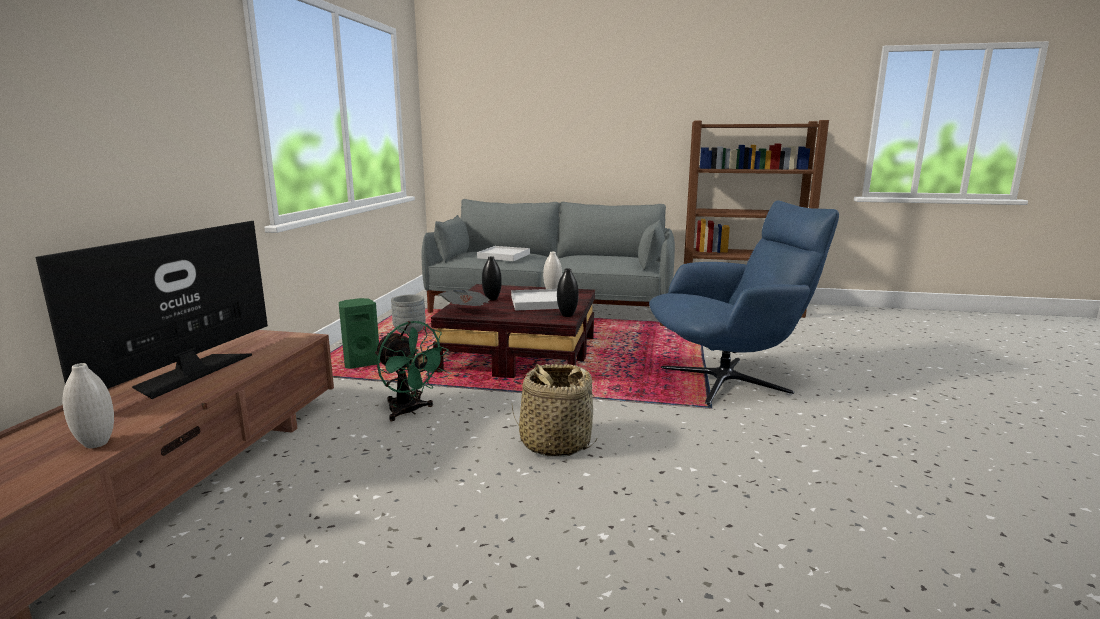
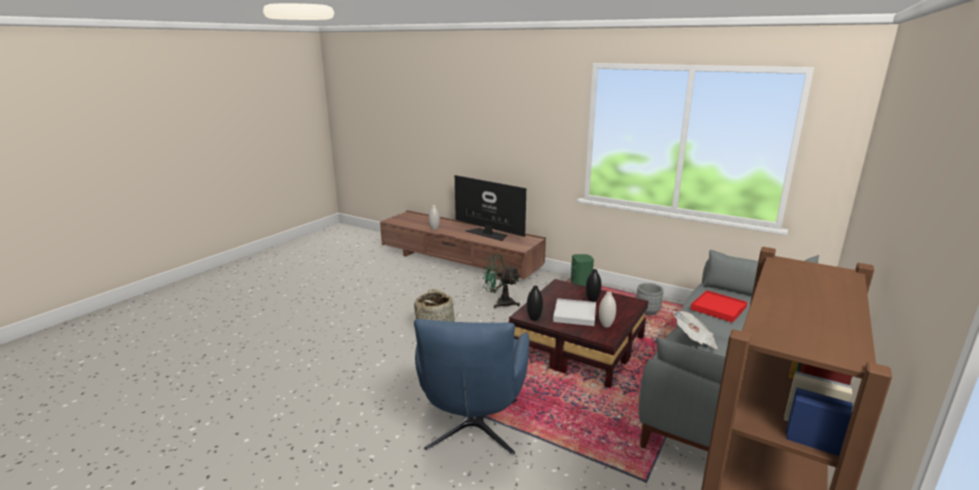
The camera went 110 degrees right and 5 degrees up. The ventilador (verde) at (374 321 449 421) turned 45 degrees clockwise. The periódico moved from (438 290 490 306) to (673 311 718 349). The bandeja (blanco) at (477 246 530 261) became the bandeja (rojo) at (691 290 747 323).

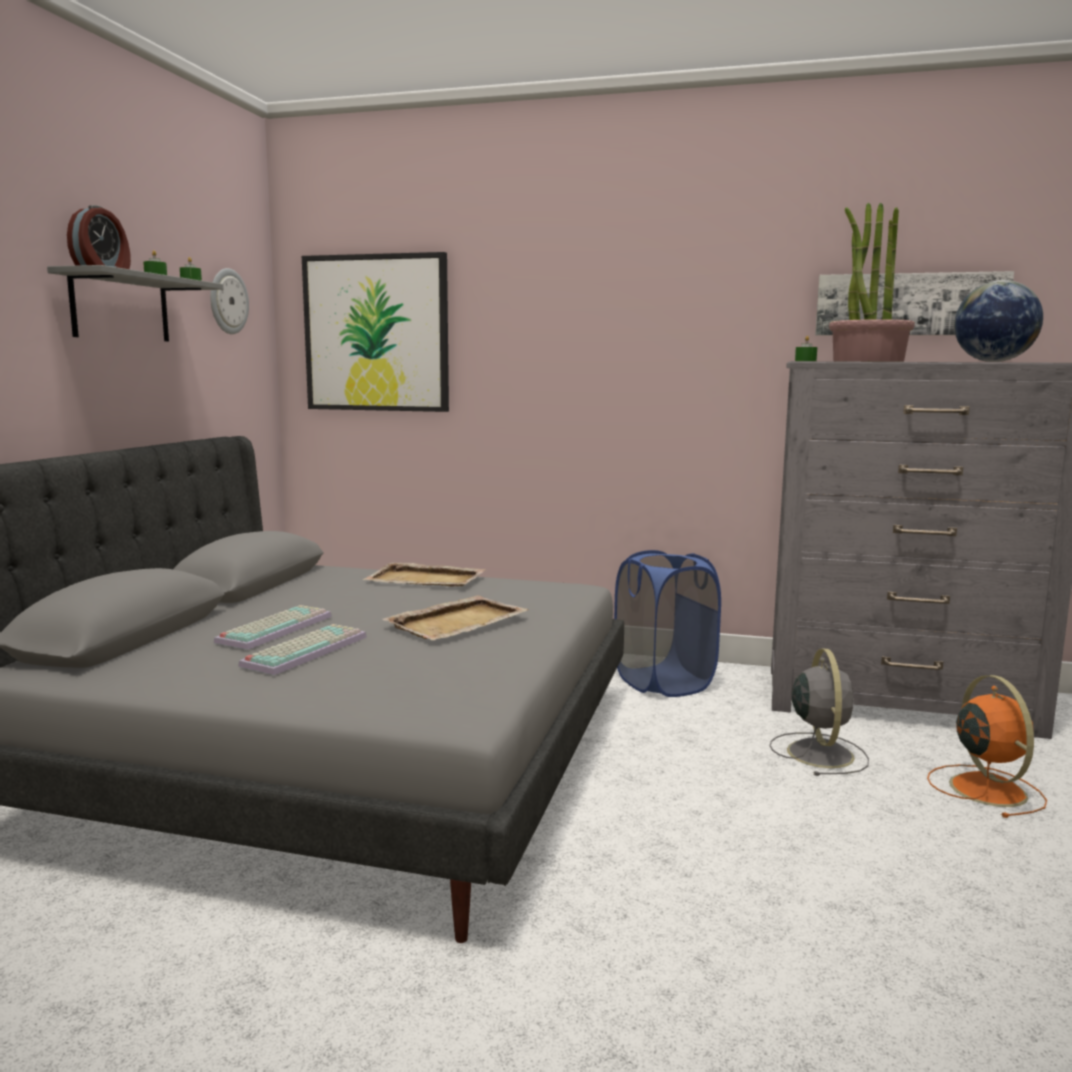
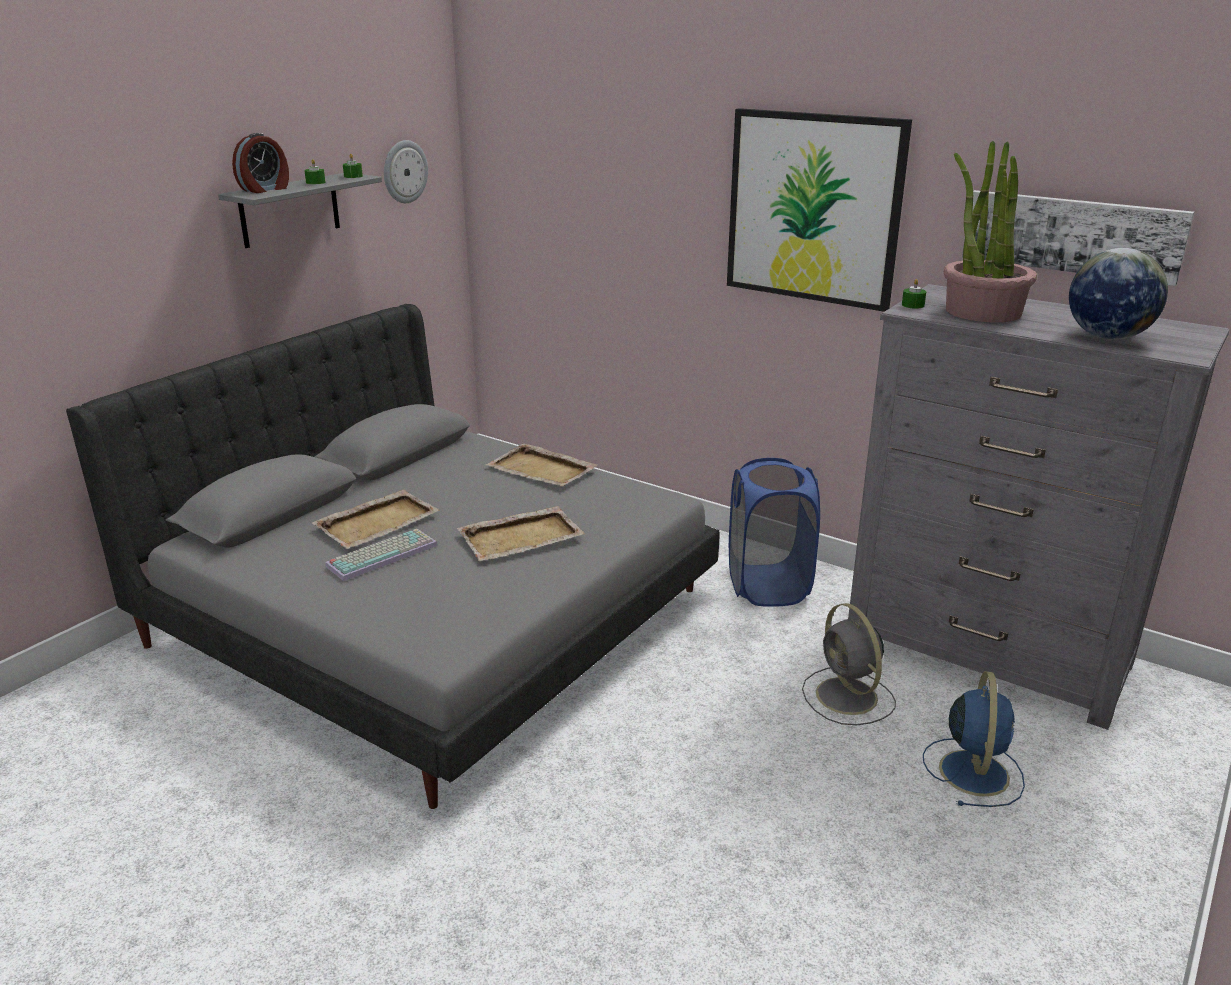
The camera went 20 degrees right and 15 degrees up. The teclado at (214 605 332 650) was replaced by the bandeja (beis) at (312 489 440 549). The cuadro moved from (302 252 449 412) to (727 108 912 312). The ventilador (gris) at (770 649 869 776) turned 135 degrees clockwise. The ventilador (naranja) at (927 675 1047 818) became the ventilador (azul) at (923 671 1025 807).

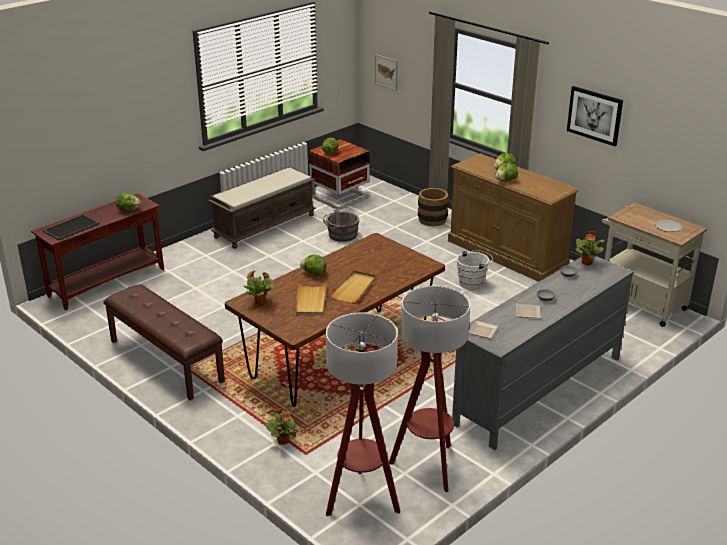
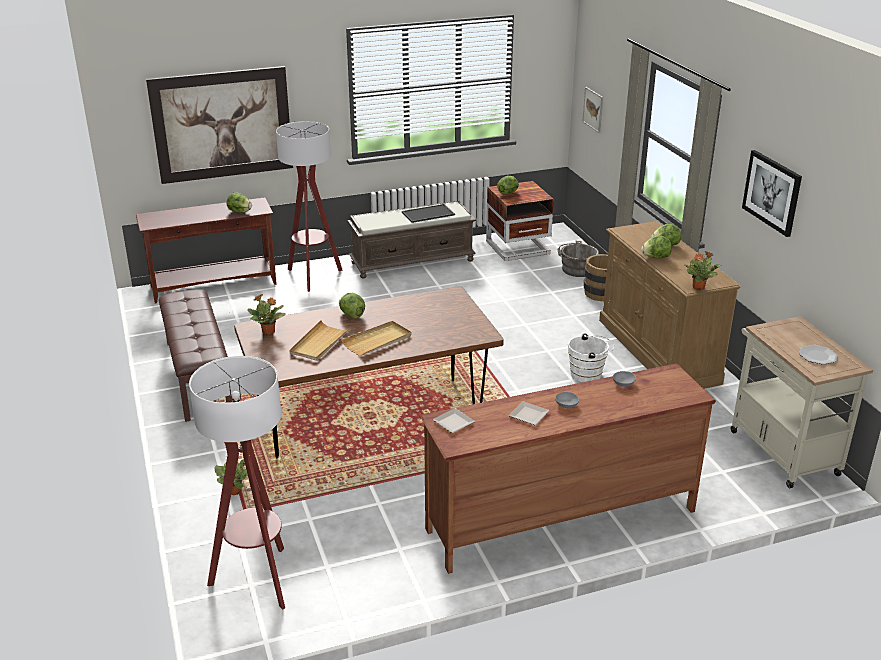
The camera went 25 degrees right and 0 degrees up. The bandeja moved from (43 214 99 240) to (402 204 455 223). The cubo (gris) moved from (323 209 359 242) to (557 241 599 277). The lámpara de pie moved from (389 286 470 492) to (276 121 343 292). The cómoda (gris) at (452 256 634 450) became the cómoda (marrón) at (419 363 716 574). The planta en maceta moved from (575 231 605 265) to (684 251 721 290). The cuadro at (146 66 293 184) appeared.

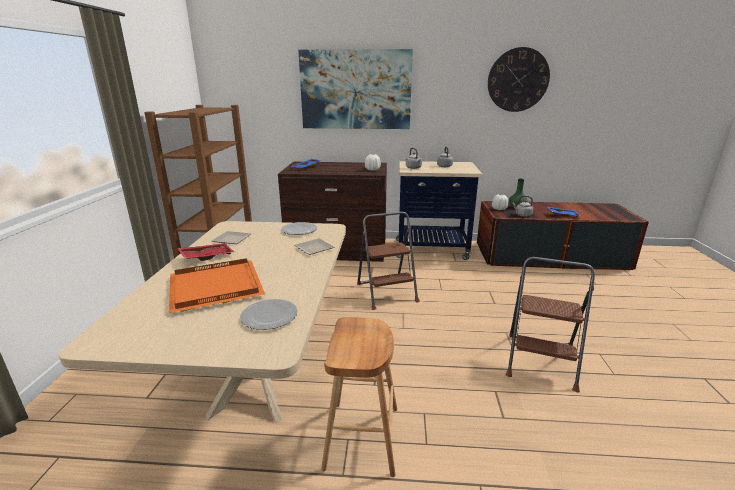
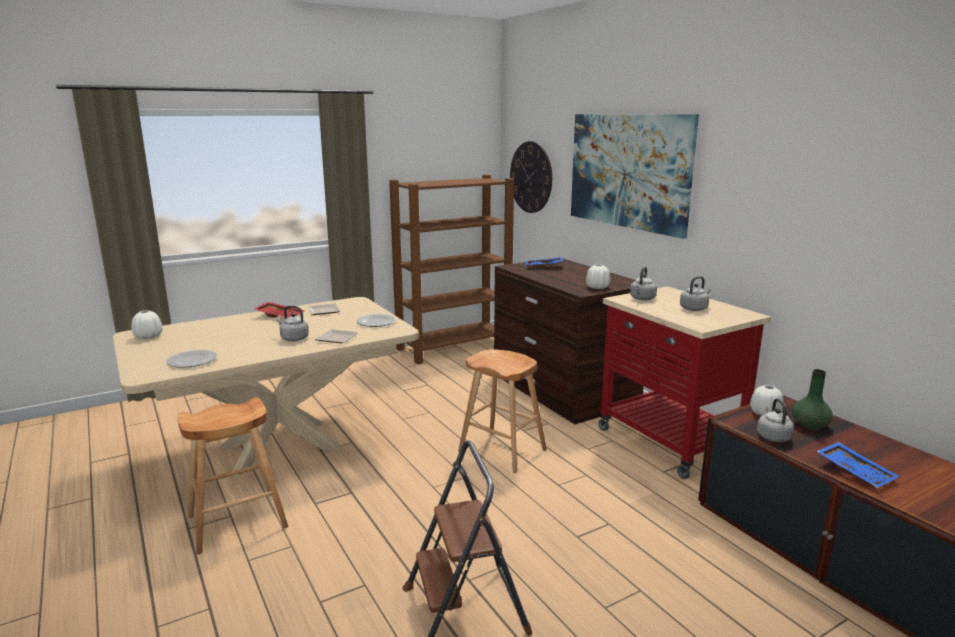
The camera went 55 degrees right and 5 degrees down. The bandeja (naranja) at (169 258 265 313) disappeared. The escalera de tijera (marrón) at (357 212 420 310) was replaced by the taburete (marrón) at (458 349 547 473). The carrito (azul) at (396 161 482 260) became the carrito (rojo) at (599 286 771 479). The reloj de pared moved from (488 47 550 112) to (510 141 552 213). The florero (blanco) at (132 310 163 339) appeared. The hervidor (gris) at (276 306 309 341) appeared.

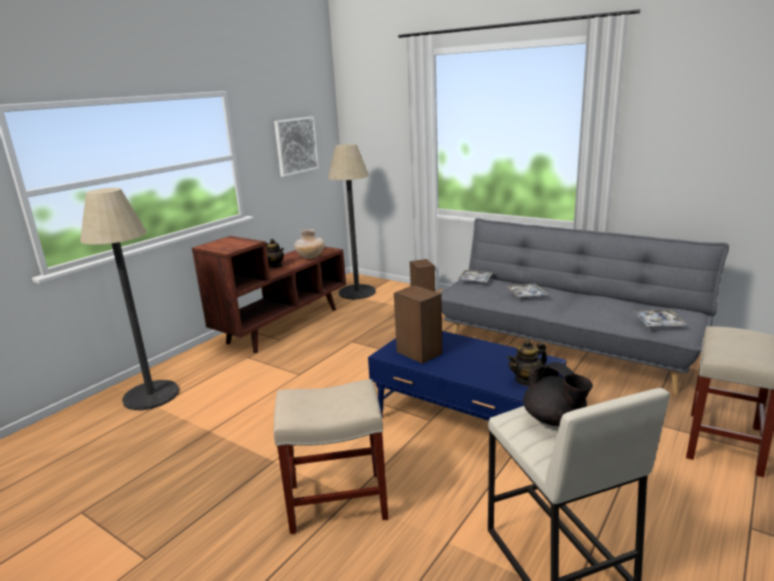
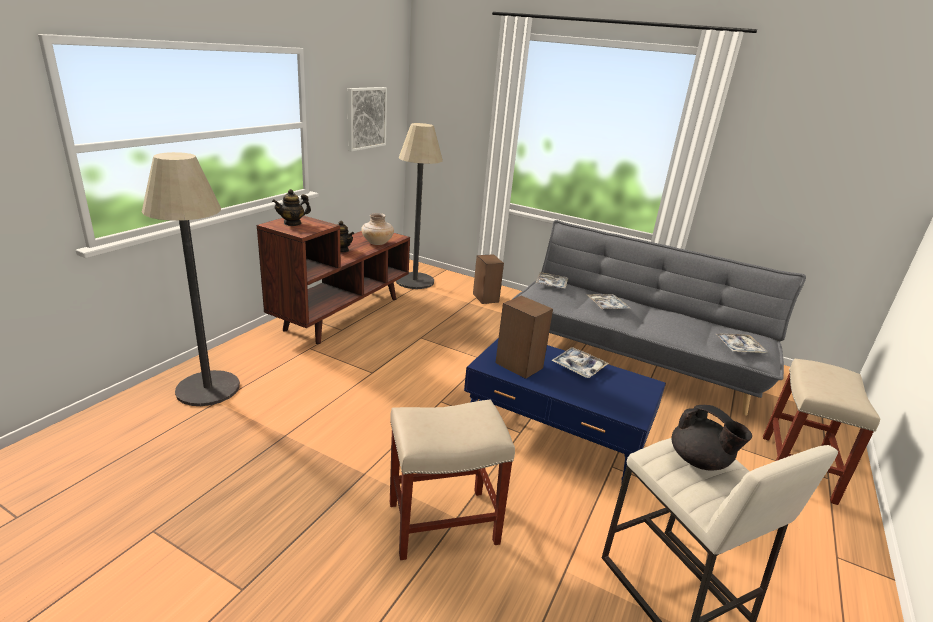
The camera went 10 degrees left and 5 degrees up. The tetera moved from (507 340 547 386) to (272 189 311 226). The bandeja at (551 347 609 378) appeared.

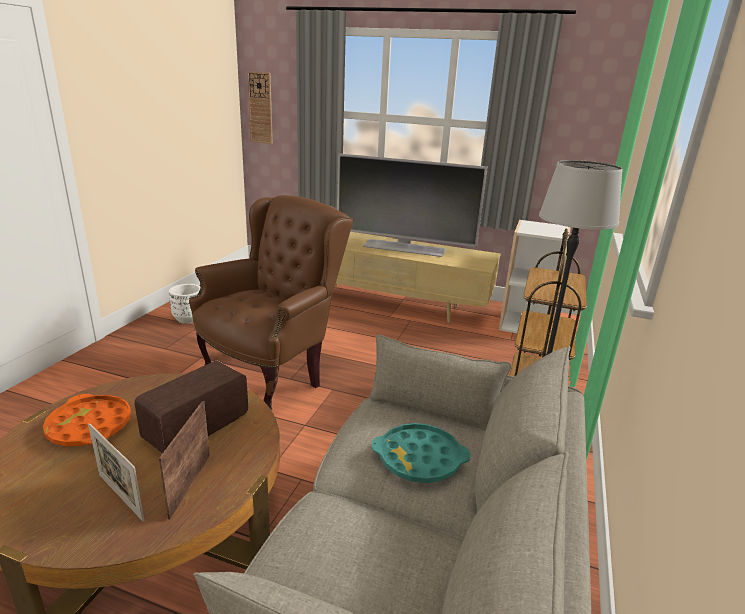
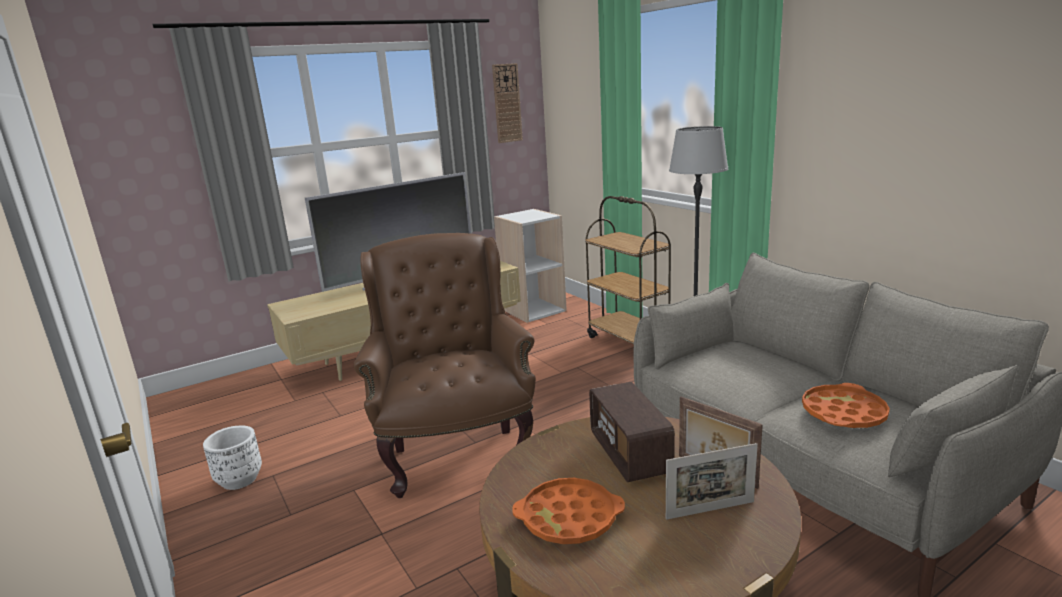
The camera went 50 degrees left and 5 degrees down. The reloj de pared moved from (247 71 273 144) to (492 63 523 143). The bandeja (turquesa) at (372 423 470 483) disappeared. The bandeja (naranja) at (802 383 890 428) appeared.

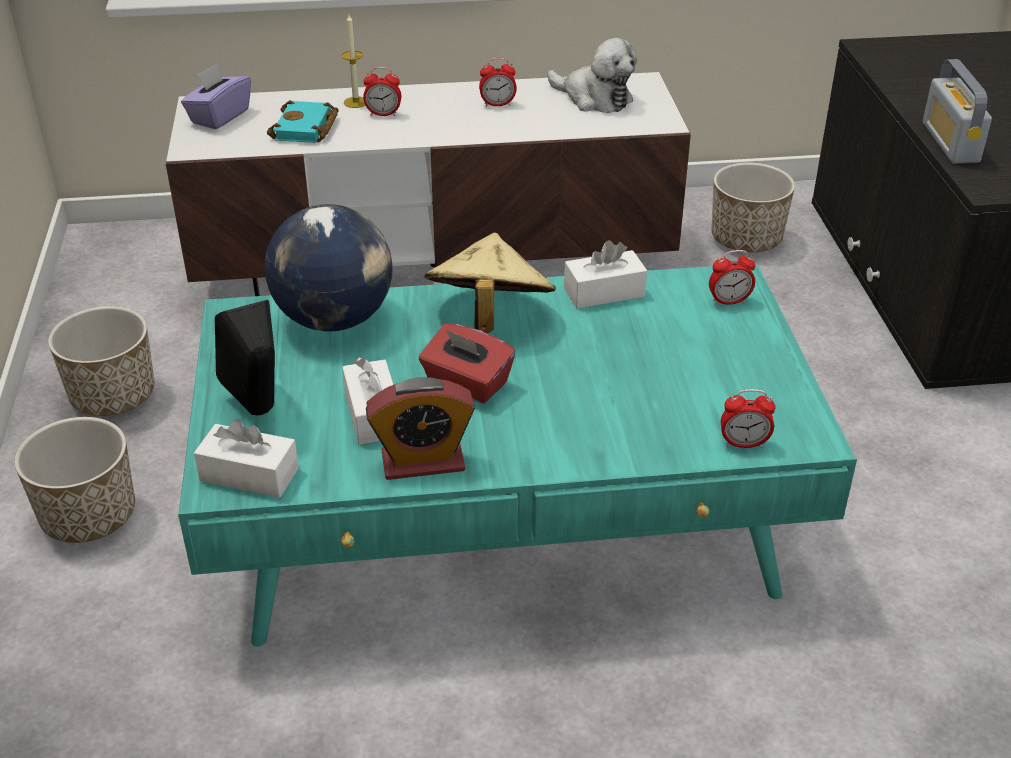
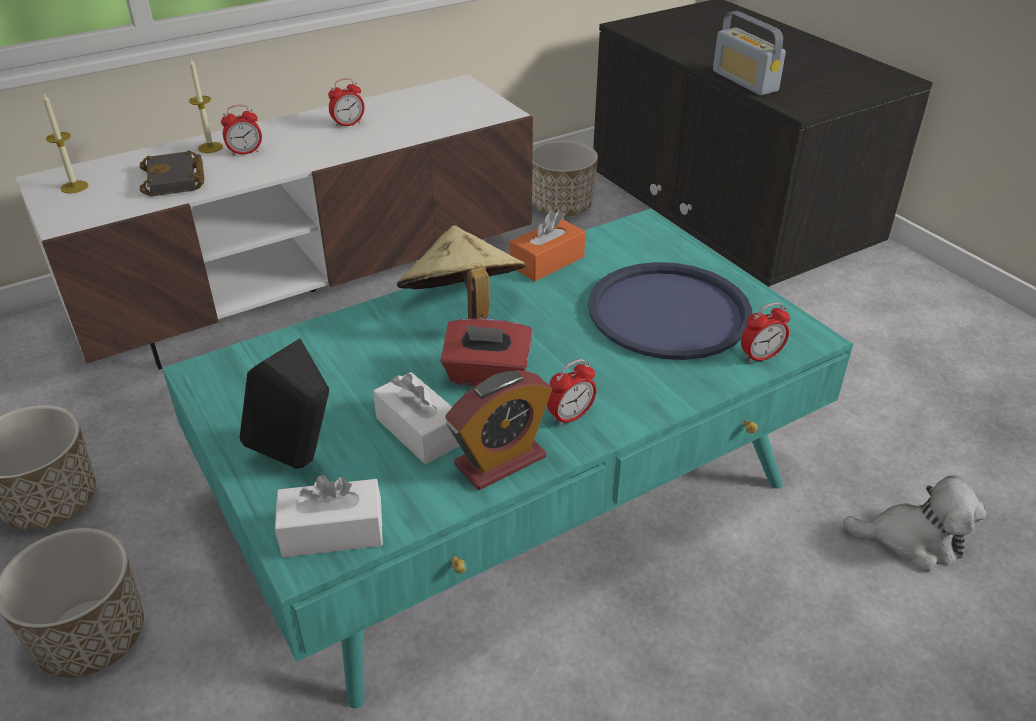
The camera went 25 degrees left and 0 degrees up. The caja de pañuelos (morado) at (181 63 251 129) was replaced by the vela at (43 92 89 194). The globo terráqueo at (265 204 393 332) disappeared. The libro (turquesa) at (267 100 339 143) became the libro (negro) at (140 150 204 197). The peluche moved from (547 38 637 113) to (843 475 986 572). The caja de pañuelos (blanco) at (564 240 647 309) became the caja de pañuelos (naranja) at (510 210 586 282). The despertador moved from (709 250 756 306) to (547 359 597 426). The bandeja (azul) at (588 262 752 360) appeared.

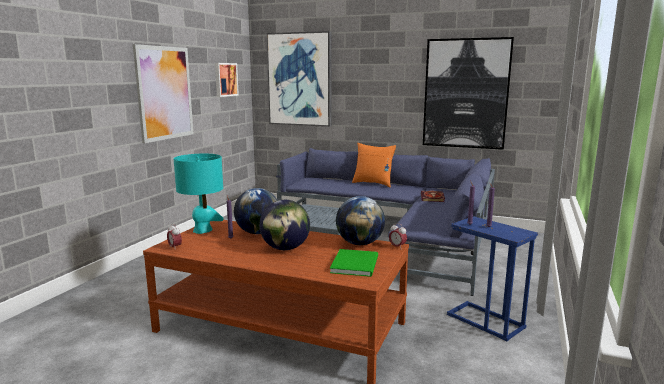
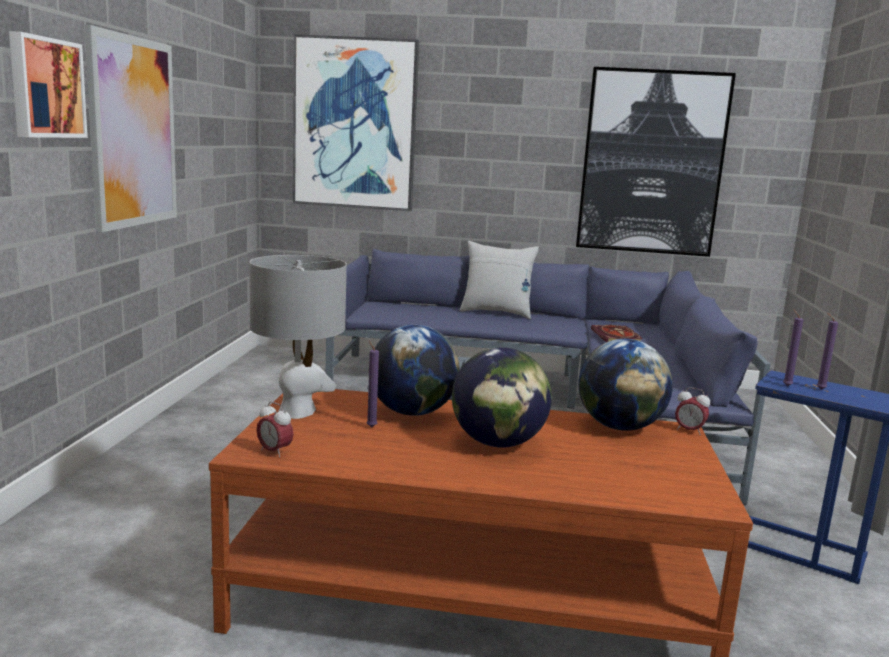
The camera went 15 degrees left and 0 degrees up. The lámpara de mesa (turquesa) at (174 154 224 234) became the lámpara de mesa (gris) at (249 255 347 419). The cuadro moved from (215 63 239 97) to (9 31 88 138). The libro (verde) at (330 249 378 277) disappeared. The cojín (naranja) at (352 143 396 187) became the cojín (gris) at (459 241 539 319).

